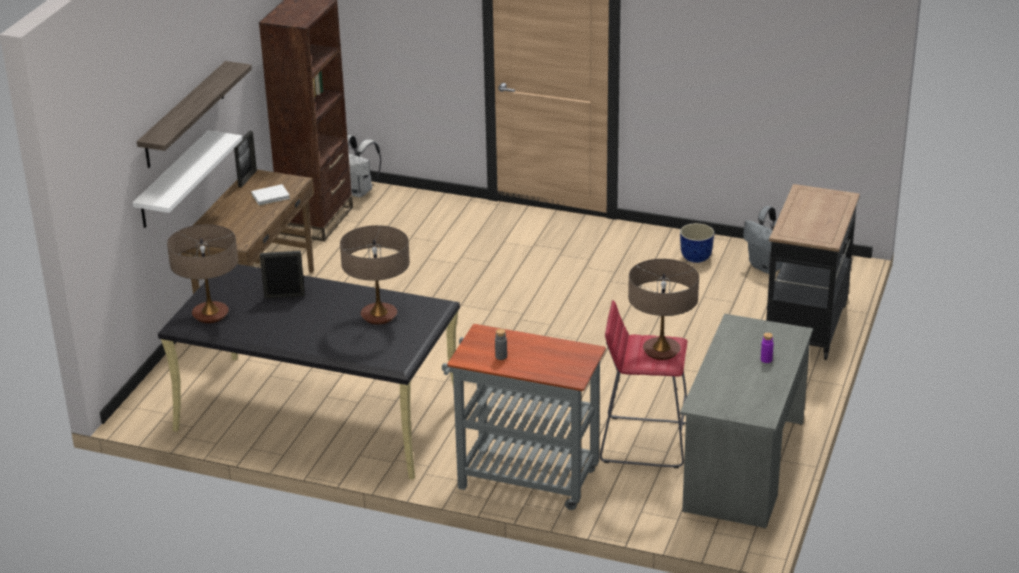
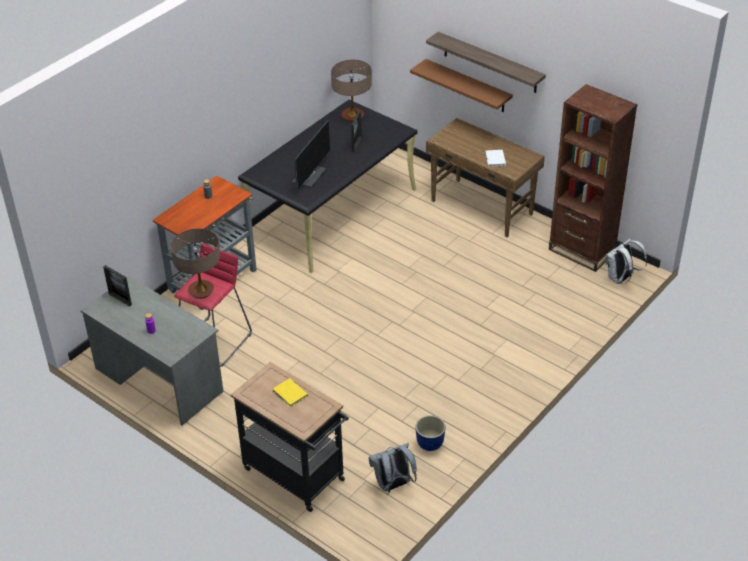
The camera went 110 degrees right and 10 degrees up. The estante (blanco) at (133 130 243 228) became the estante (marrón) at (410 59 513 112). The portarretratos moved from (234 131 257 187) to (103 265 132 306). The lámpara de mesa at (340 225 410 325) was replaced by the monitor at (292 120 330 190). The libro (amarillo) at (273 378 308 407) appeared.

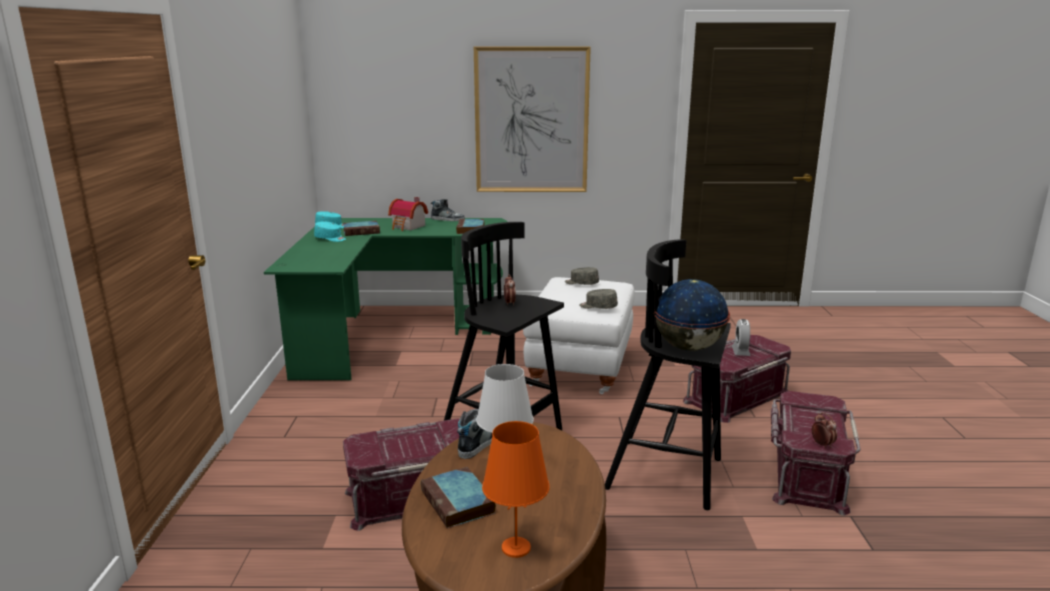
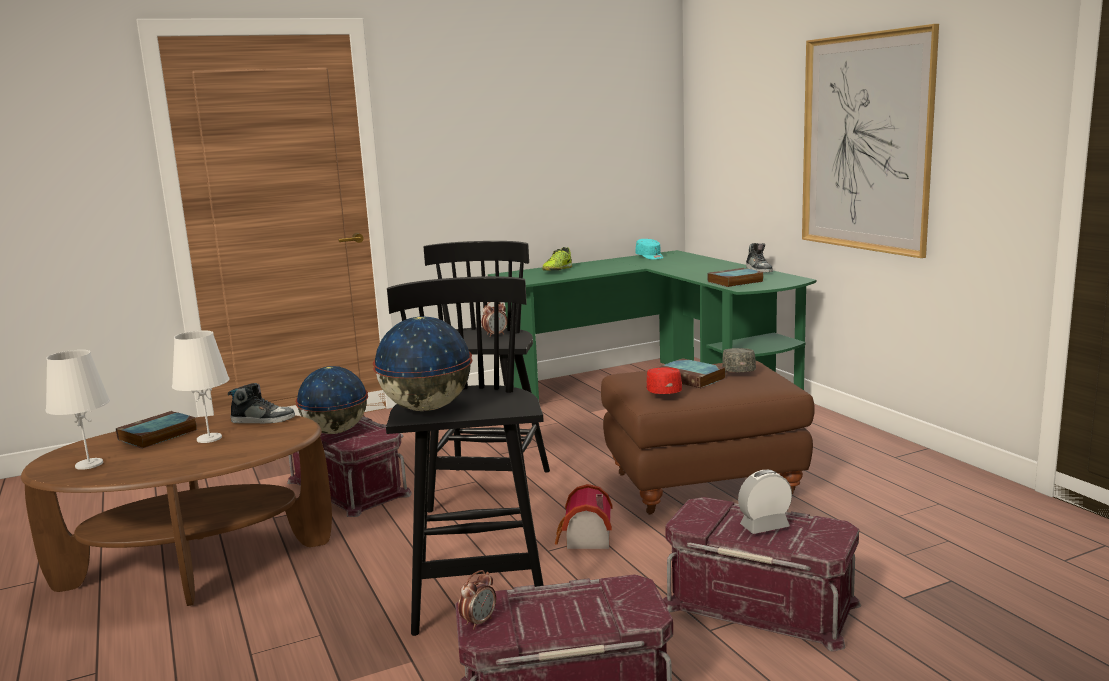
The camera went 65 degrees right and 5 degrees down. The gorra (turquesa) at (314 221 346 242) disappeared. The libro moved from (343 221 380 236) to (657 358 726 388). The casita moved from (388 197 428 231) to (555 484 612 549). The lámpara de mesa (naranja) at (482 421 550 558) became the lámpara de mesa (blanco) at (45 350 110 470). The puf (blanco) at (523 277 635 394) became the puf (marrón) at (601 361 815 515). The gorra (gris) at (579 289 618 309) became the gorra (rojo) at (646 368 682 394). The globo terráqueo at (296 366 368 434) appeared. The zapato at (542 247 572 271) appeared.

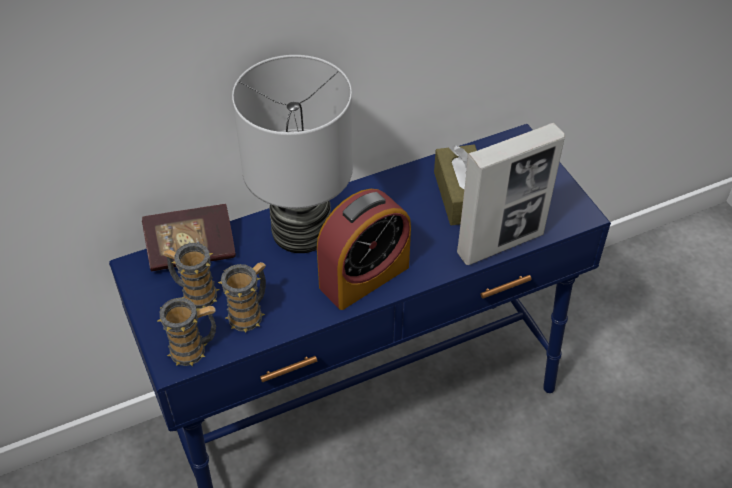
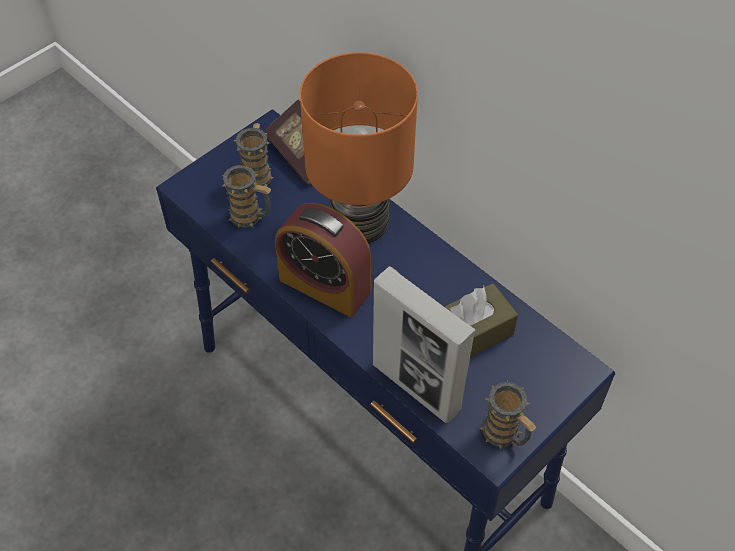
The camera went 70 degrees right and 5 degrees up. The taza grande moved from (158 298 216 366) to (480 381 536 449). The lámpara de mesa (gris) at (232 55 353 253) became the lámpara de mesa (naranja) at (300 52 418 243).

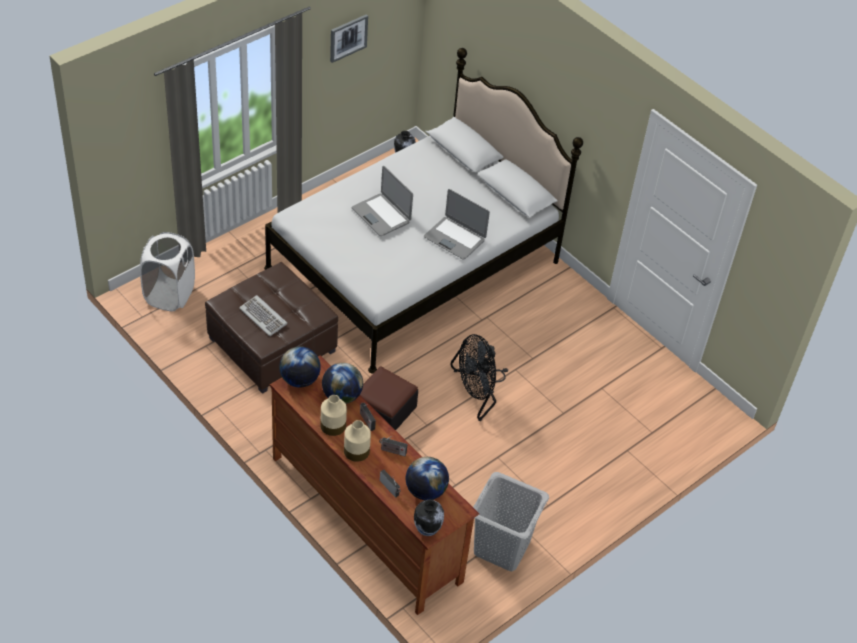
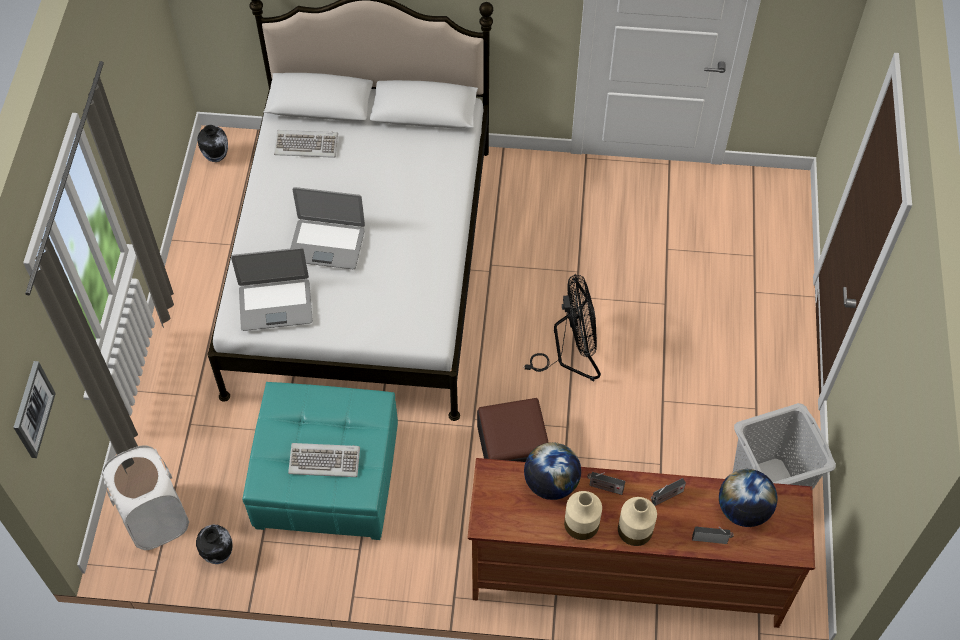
The camera went 40 degrees left and 10 degrees up. The puf (marrón) at (205 262 338 394) became the puf (turquesa) at (242 382 398 540). The globo terráqueo at (279 346 321 387) disappeared. The cuadro moved from (330 14 368 63) to (13 361 56 458). The florero moved from (414 500 444 536) to (196 525 232 564). The portátil moved from (424 189 490 260) to (231 247 313 331). The ventilador (negro) at (451 334 509 421) turned 120 degrees counterclockwise. The teclado at (274 130 338 158) appeared.

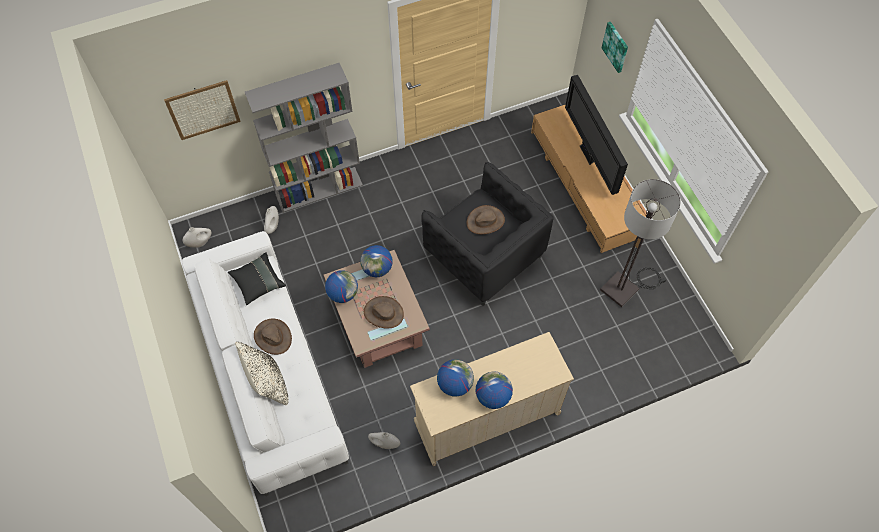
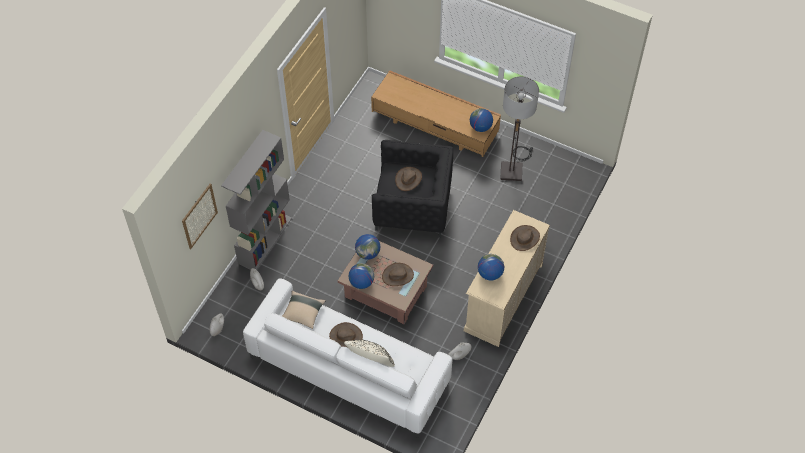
The camera went 40 degrees left and 5 degrees down. The cojín (negro) at (228 252 286 305) became the cojín (beis) at (282 290 326 329). The globo terráqueo moved from (476 372 513 409) to (470 108 493 132). The televisor at (565 75 628 195) disappeared. The cuadro at (602 22 628 73) disappeared. The sombrero (marrón) at (510 225 540 251) appeared.

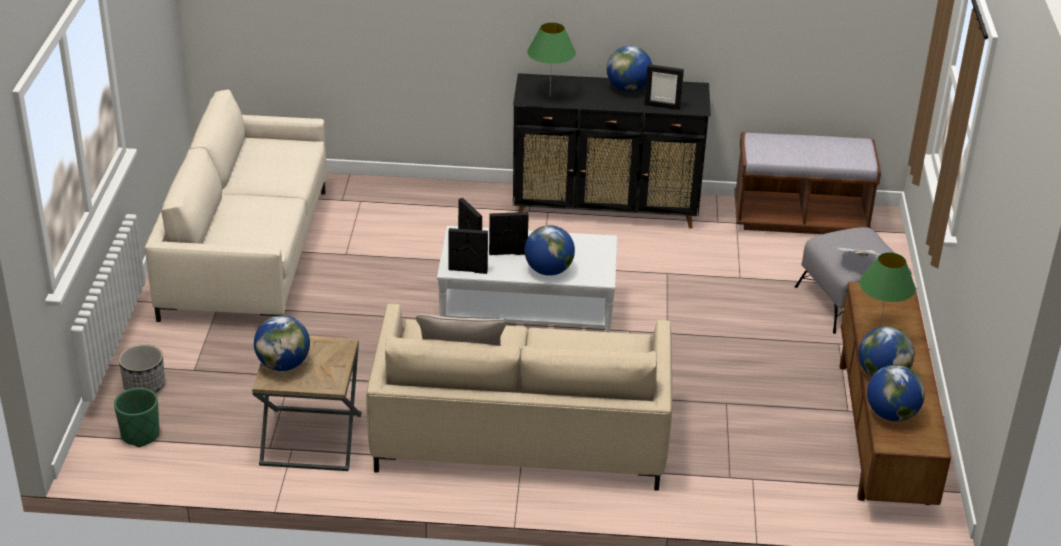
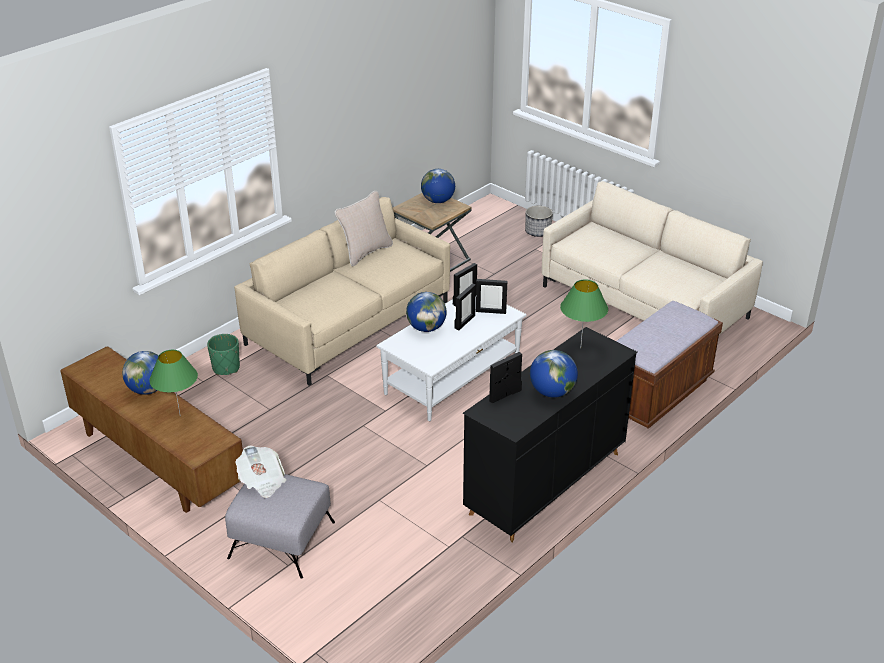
The camera went 130 degrees right and 0 degrees up. The maceta (verde) moved from (114 388 160 447) to (207 334 240 375). The banco (marrón) moved from (734 132 881 234) to (616 301 723 429). The globo terráqueo at (867 365 925 421) disappeared.

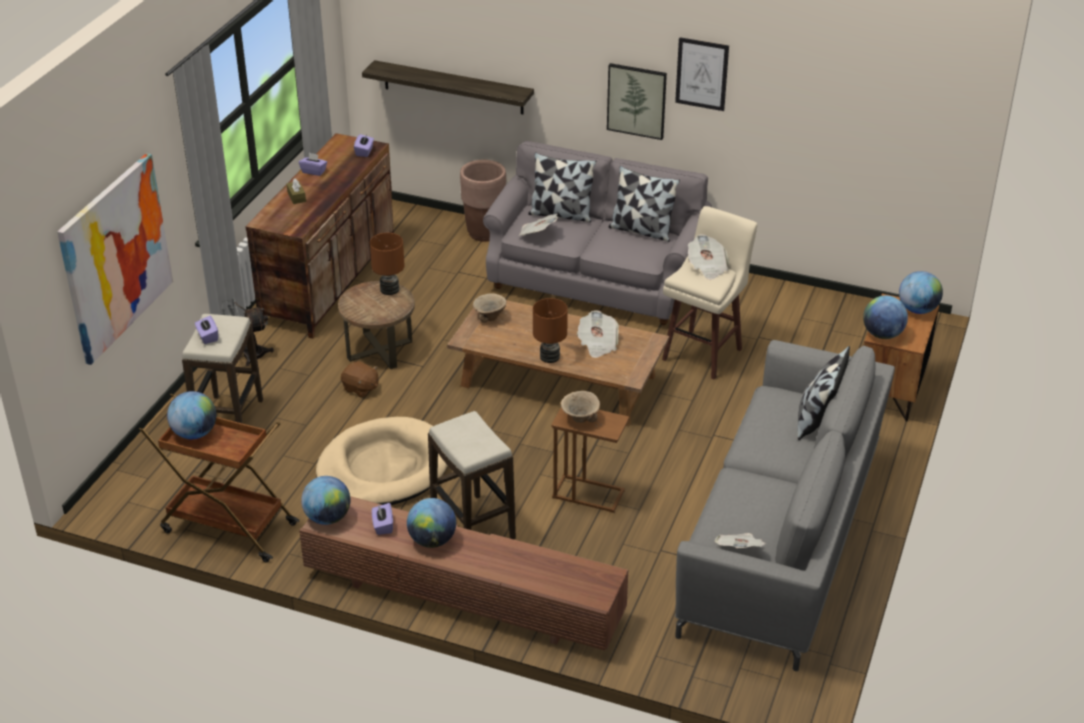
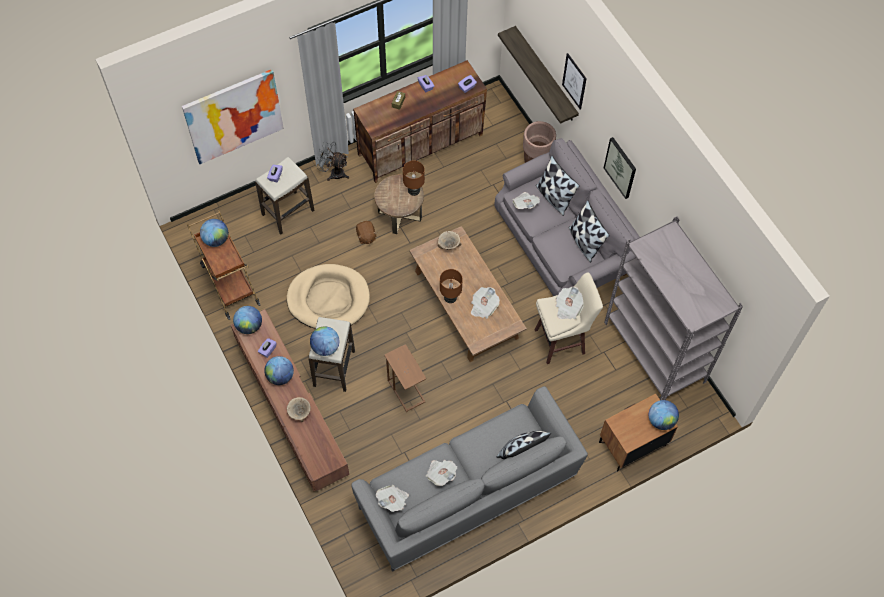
The camera went 40 degrees right and 25 degrees up. The cuenco (beis) moved from (561 391 600 423) to (287 397 311 422). The cuadro moved from (675 37 729 111) to (562 53 587 110). The globo terráqueo moved from (863 295 908 339) to (310 326 339 356). The periódico at (426 460 457 486) appeared. The estantería (gris) at (604 216 743 400) appeared.

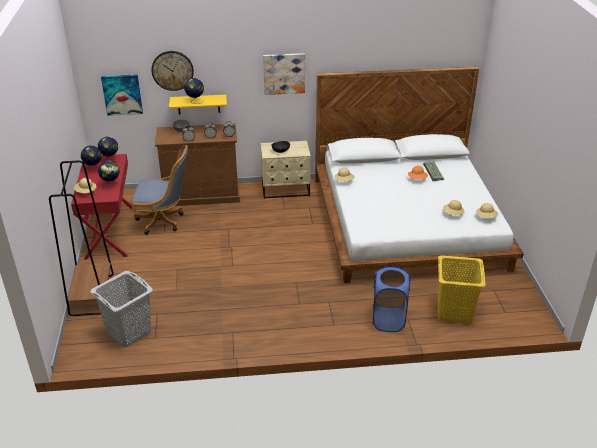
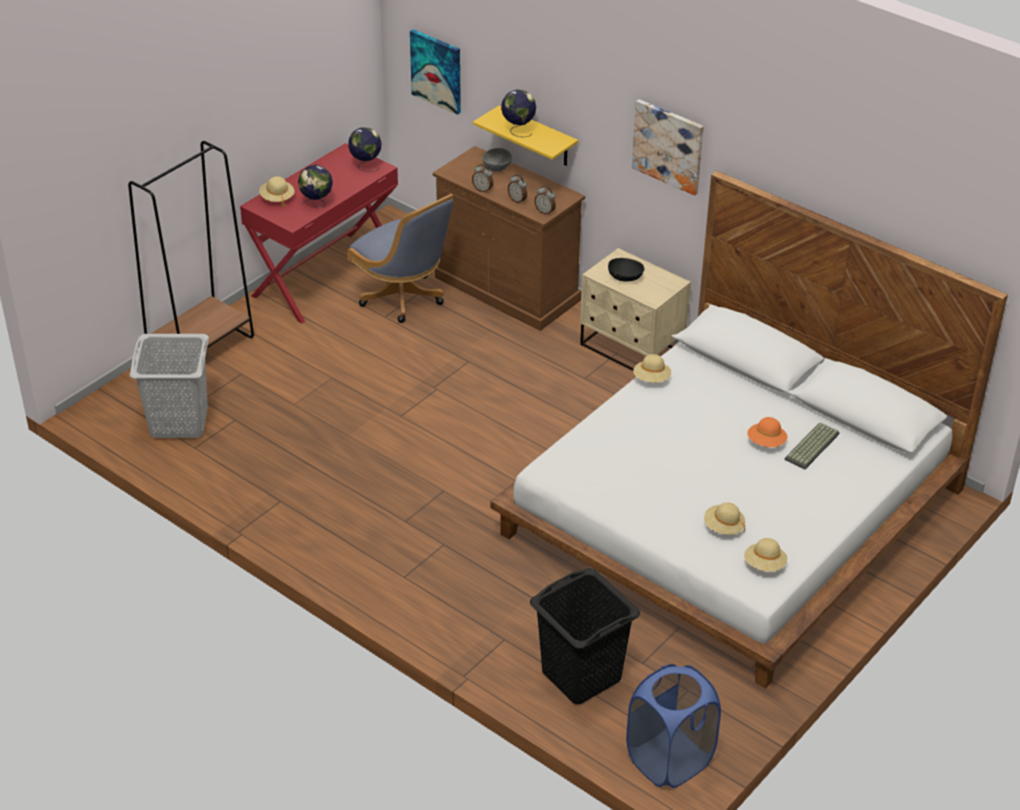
The camera went 45 degrees right and 5 degrees up. The globo terráqueo at (81 145 101 172) disappeared. The reloj de pared at (151 51 194 91) disappeared. The cesto de la ropa (azul) moved from (372 266 410 332) to (626 664 721 788). The cesto de la ropa (amarillo) at (438 255 486 323) became the cesto de la ropa (negro) at (530 568 640 704).

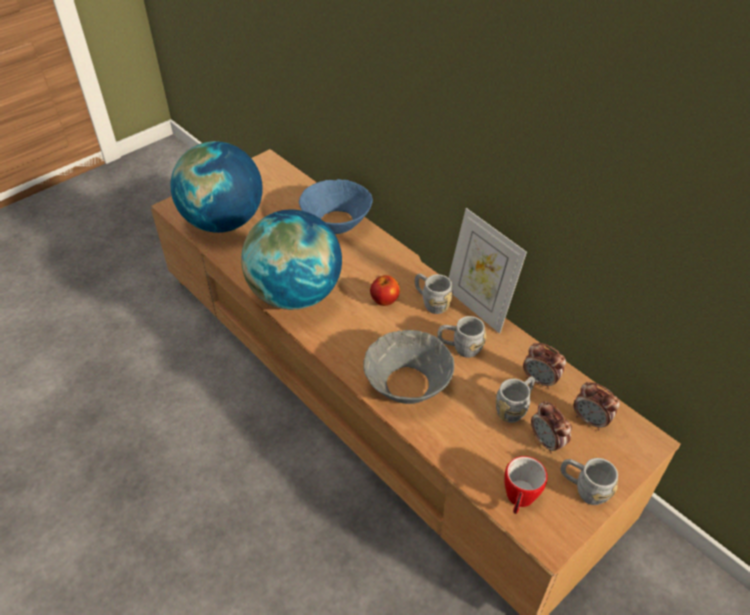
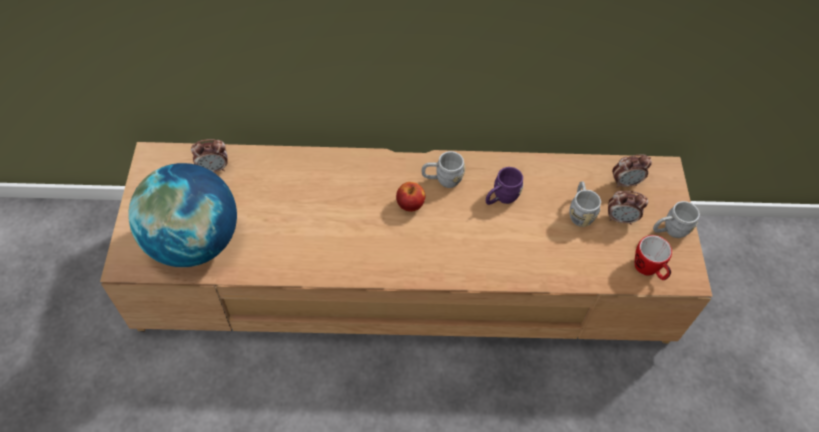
The camera went 50 degrees left and 10 degrees up. The globo terráqueo at (241 209 342 310) disappeared. The cuenco (azul) at (299 179 373 234) disappeared. The cuenco (gris) at (363 330 454 404) disappeared. The taza grande (gris) at (437 316 486 358) became the taza grande (morado) at (486 167 524 205). The portarretratos at (449 208 527 334) disappeared. The despertador moved from (523 343 566 389) to (191 139 228 172).

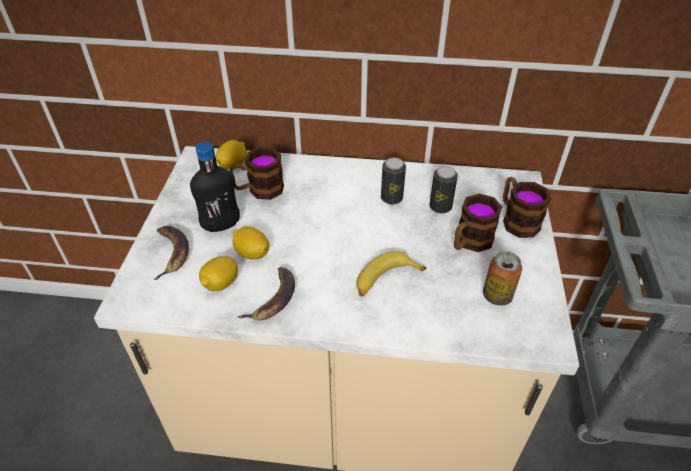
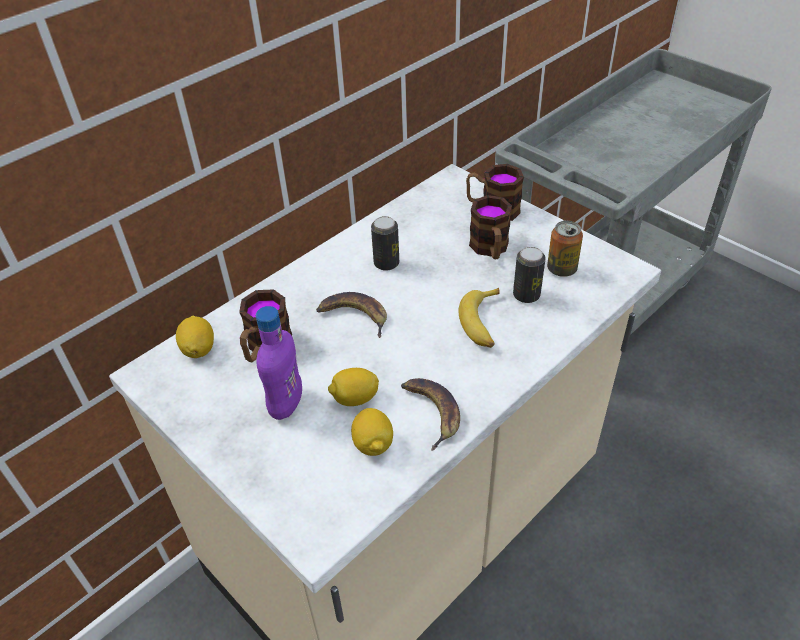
The camera went 50 degrees left and 0 degrees up. The plátano moved from (154 226 189 280) to (316 292 387 338). The botella (negro) at (190 142 240 232) became the botella (morado) at (256 306 302 420). The lata moved from (429 166 458 213) to (513 247 546 303).

